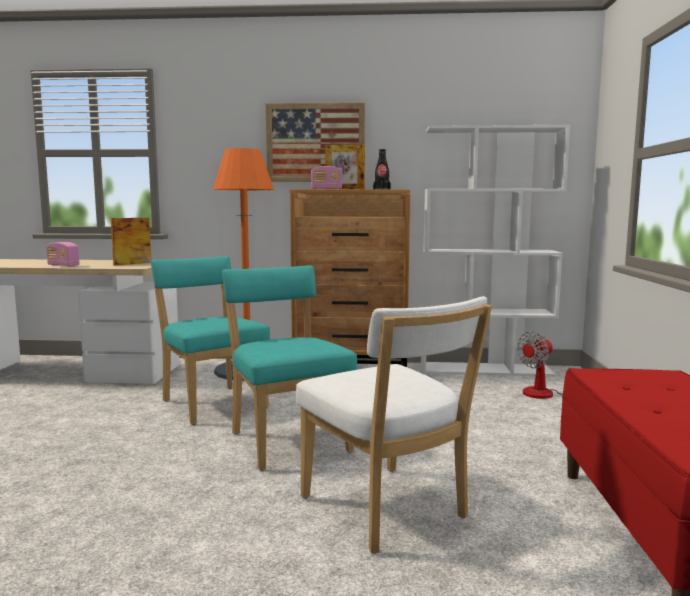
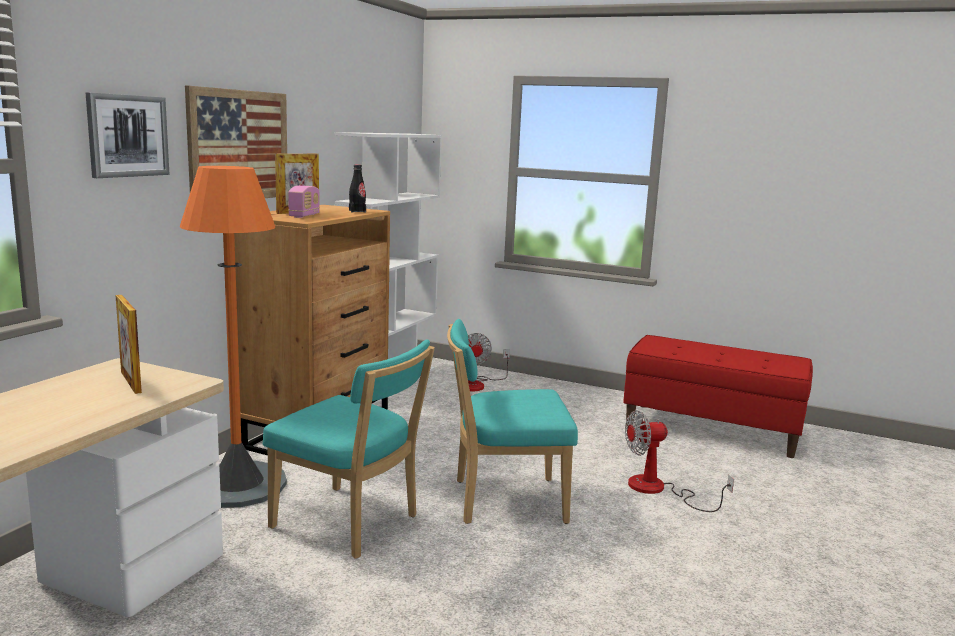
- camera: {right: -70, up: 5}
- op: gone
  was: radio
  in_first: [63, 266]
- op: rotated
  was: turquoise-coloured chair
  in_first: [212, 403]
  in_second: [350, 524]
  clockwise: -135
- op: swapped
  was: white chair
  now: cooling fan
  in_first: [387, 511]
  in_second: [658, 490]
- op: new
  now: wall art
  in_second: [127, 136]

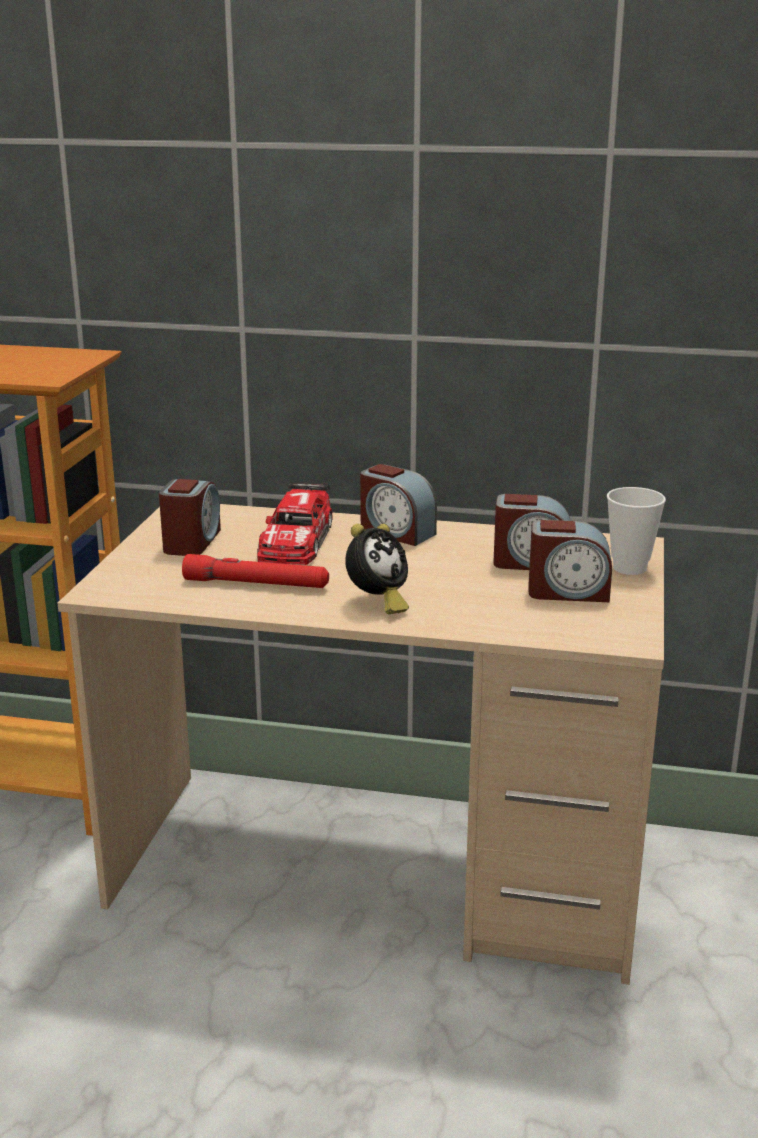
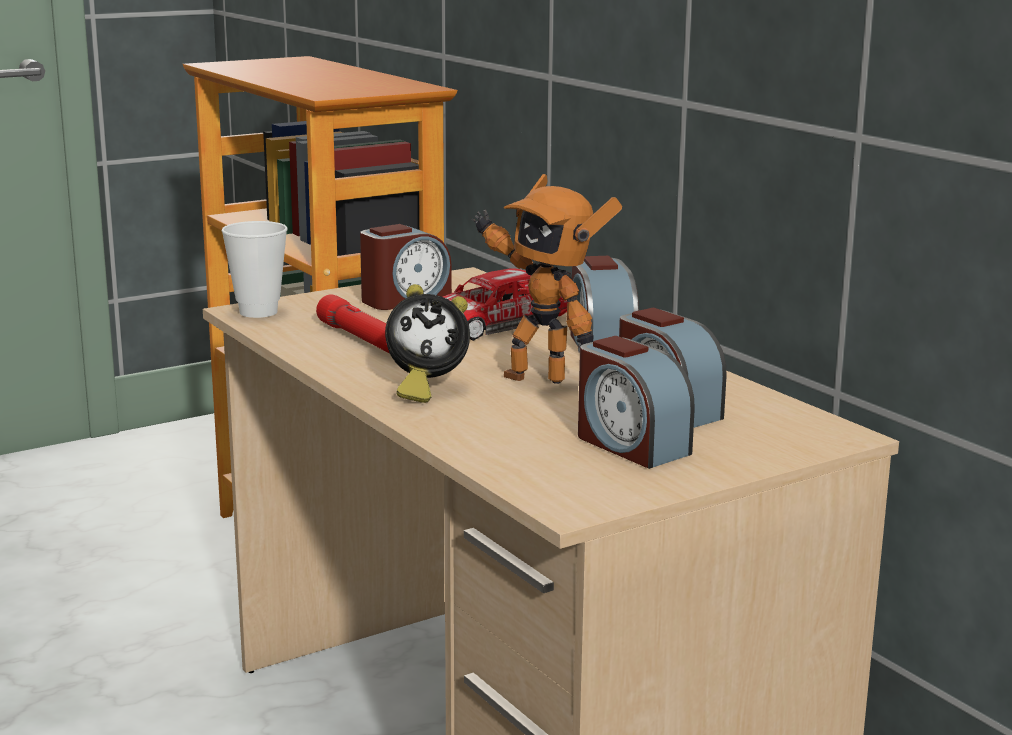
- camera: {right: 45, up: -5}
- op: shifted
  was: small cup
  in_first: [629, 568]
  in_second: [258, 312]
- op: new
  now: robot figure
  in_second: [537, 377]

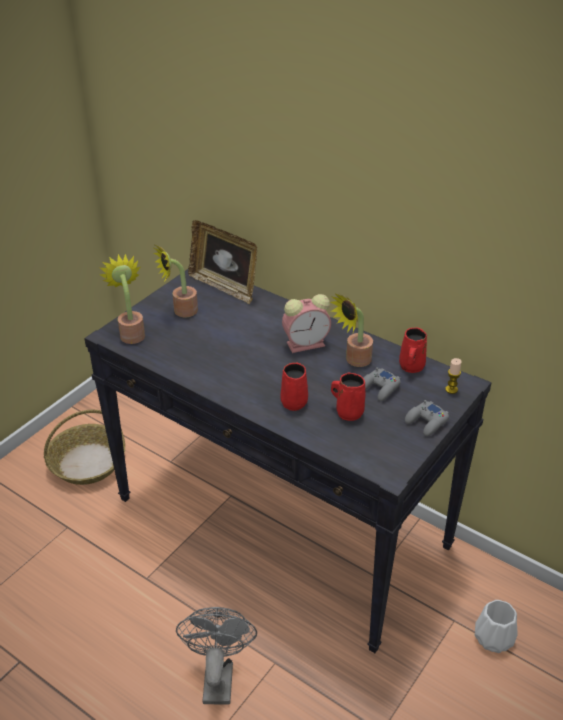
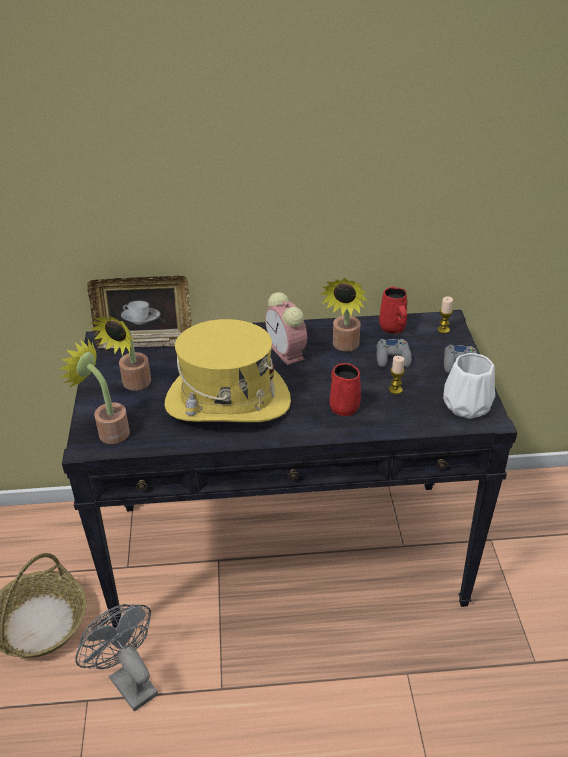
- camera: {right: -40, up: 0}
- op: rotated
  was: table clock
  in_first: [307, 343]
  in_second: [288, 353]
  clockwise: 120
- op: swapped
  was: red mug
  now: candle
  in_first: [348, 412]
  in_second: [395, 390]
- op: shifted
  was: white vase
  in_first: [493, 637]
  in_second: [465, 405]
- op: shifted
  was: greyish cooling fan
  in_first: [217, 676]
  in_second: [128, 681]
- op: new
  now: yellow wearable hat
  in_second: [227, 402]

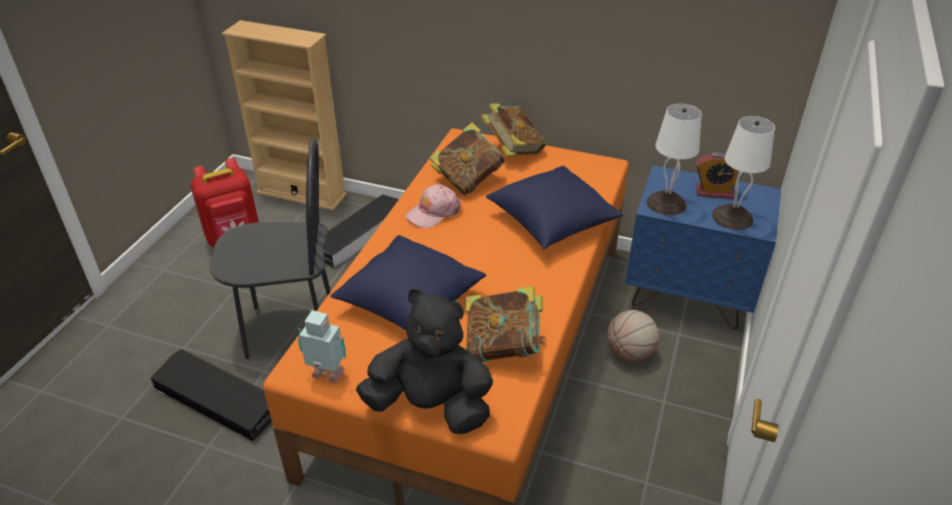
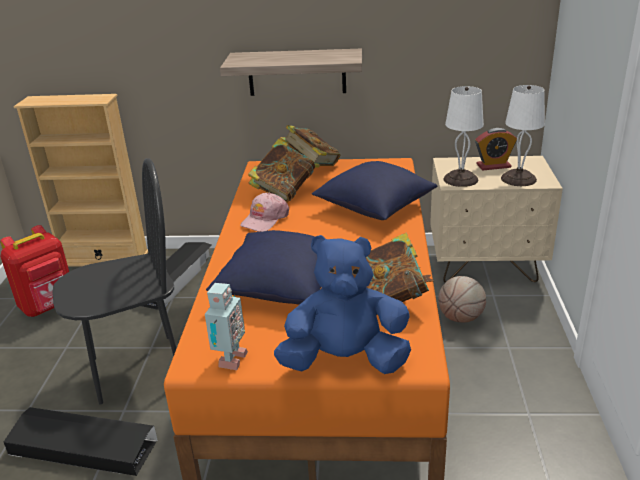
- camera: {right: -15, up: -10}
- op: repainted
  was: blue bedside table
  now: beige-coloured bedside table
  in_first: [688, 296]
  in_second: [485, 266]
- op: repainted
  was: blackish soft toy
  now: blue soft toy
  in_first: [431, 406]
  in_second: [345, 361]
- op: rotated
  was: robot figure
  in_first: [327, 376]
  in_second: [230, 360]
  clockwise: 105
- op: new
  now: shelf
  in_second: [296, 72]

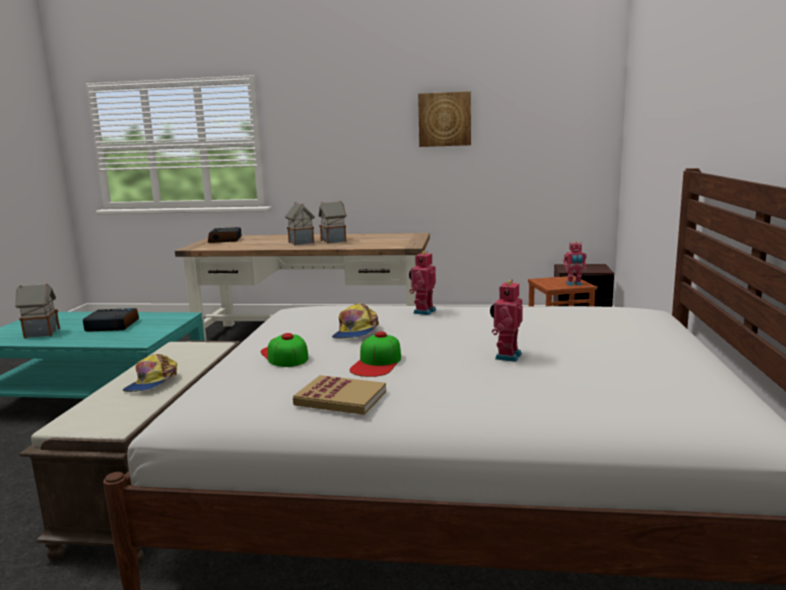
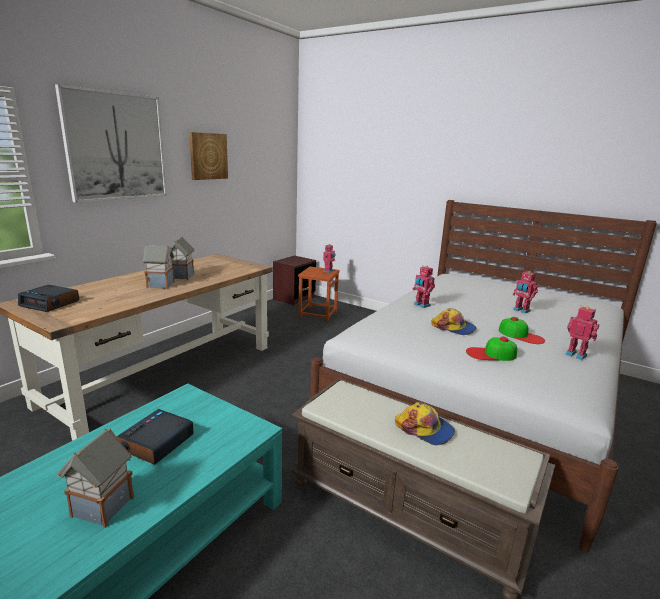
- camera: {right: -65, up: 5}
- op: swapped
  was: book
  now: robot figure
  in_first: [340, 398]
  in_second: [576, 354]
- op: new
  now: wall art
  in_second: [116, 147]

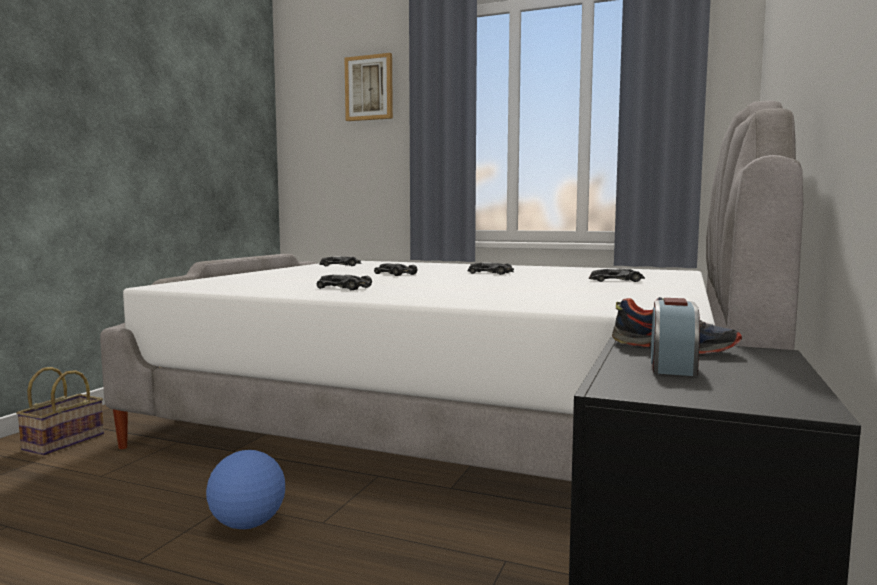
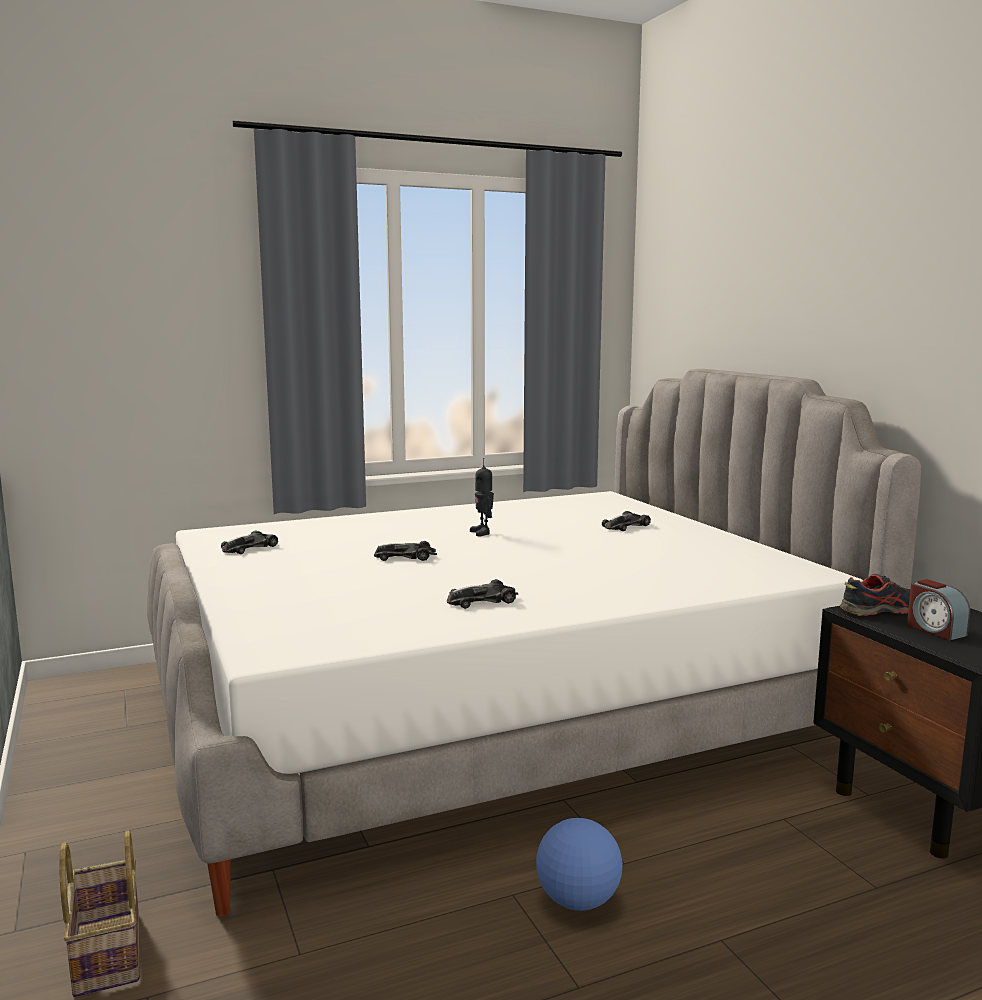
- camera: {right: -45, up: 5}
- op: gone
  was: wall art
  in_first: [369, 88]
- op: swapped
  was: model car
  now: robot figure
  in_first: [490, 273]
  in_second: [482, 532]

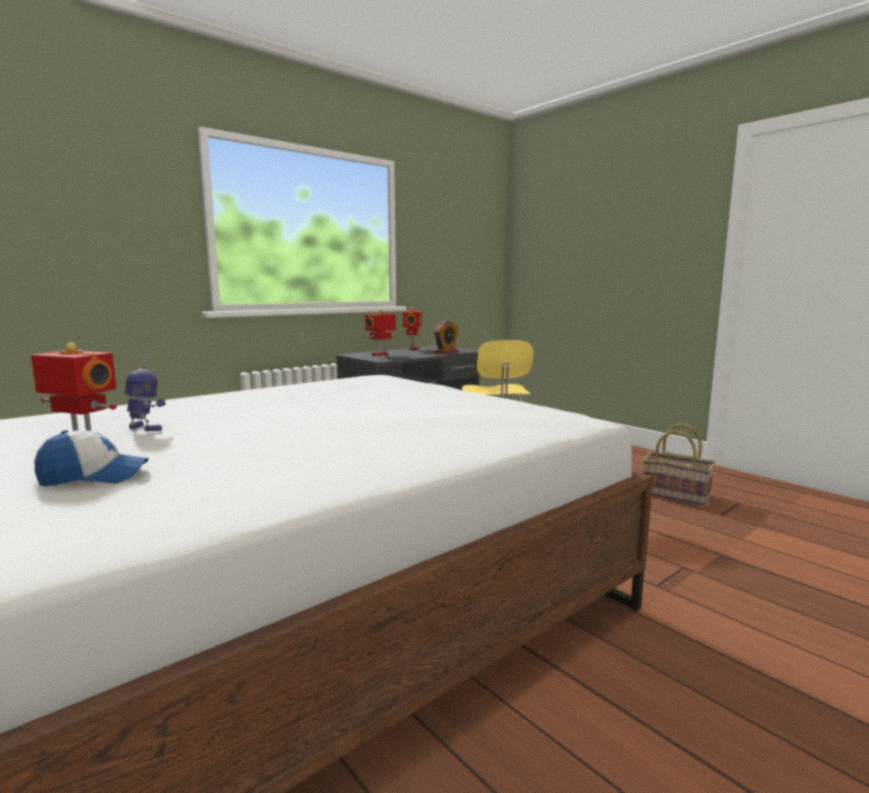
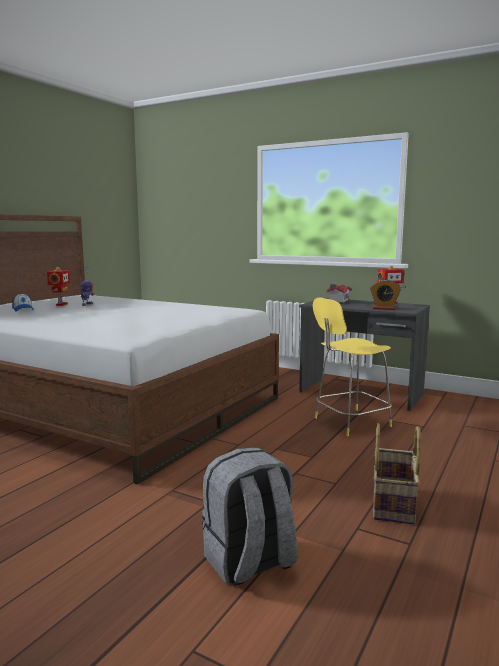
- camera: {right: 70, up: 0}
- op: swapped
  was: robot figure
  now: toy house
  in_first: [381, 354]
  in_second: [338, 302]
- op: new
  now: greyish knapsack
  in_second: [249, 563]

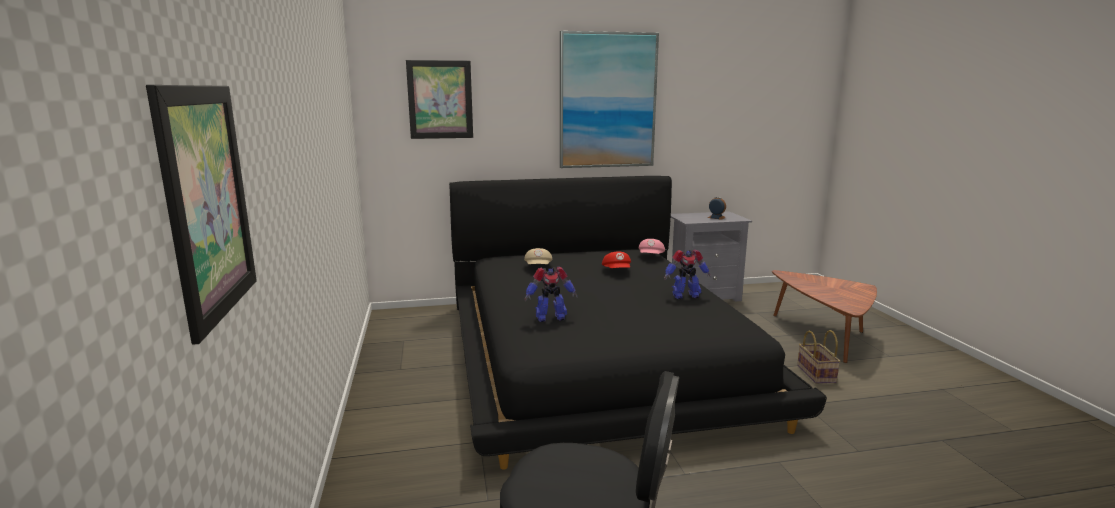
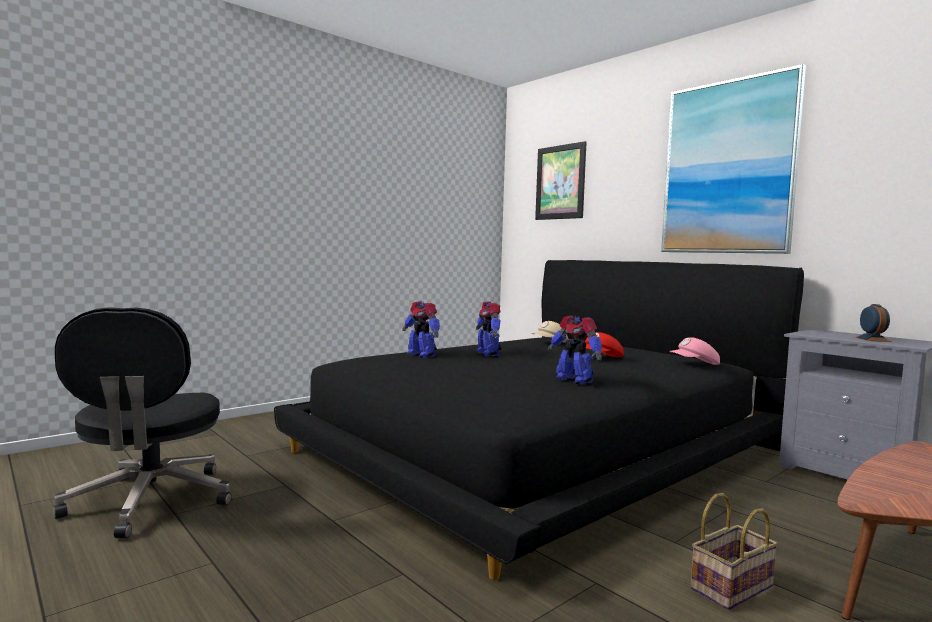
- camera: {right: 60, up: -10}
- op: gone
  was: wall art
  in_first: [208, 202]
- op: new
  now: robot figure
  in_second: [488, 353]

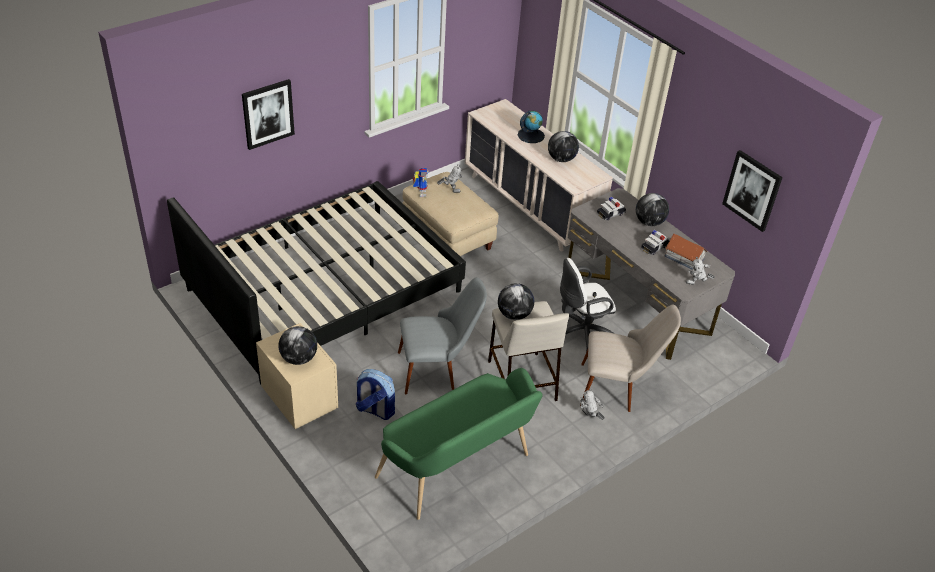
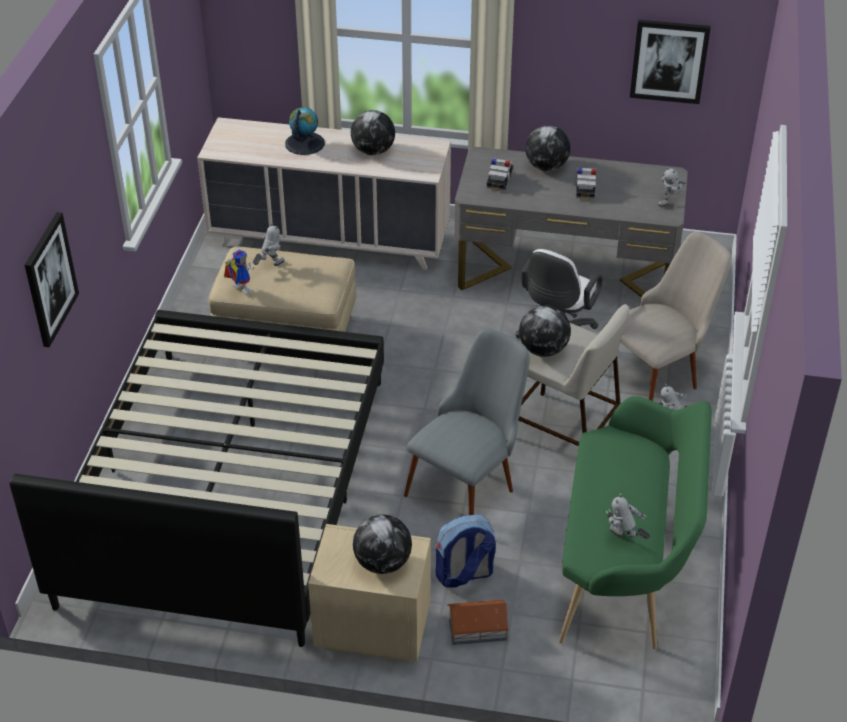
- camera: {right: -40, up: 0}
- op: shifted
  was: toy house
  in_first: [684, 257]
  in_second: [476, 628]
- op: new
  now: robot figure
  in_second: [624, 539]

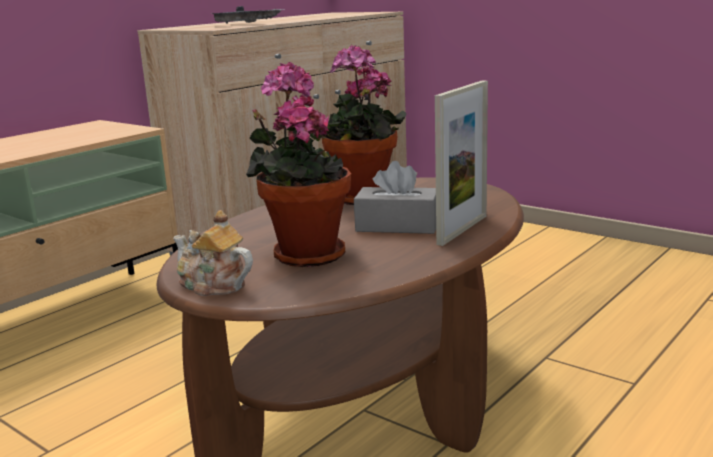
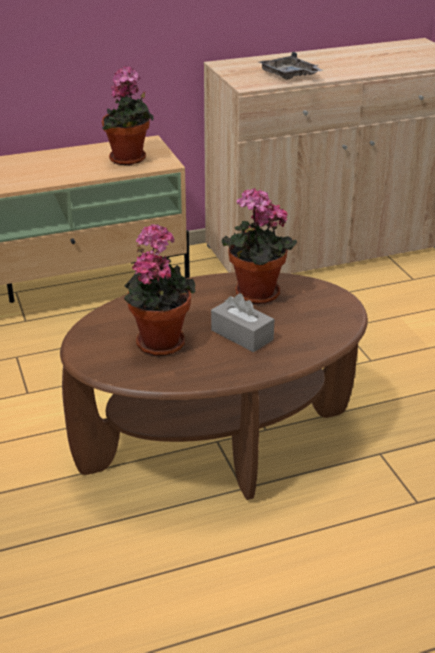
- camera: {right: 30, up: 15}
- op: gone
  was: picture frame
  in_first: [462, 229]
- op: gone
  was: pot for tea
  in_first: [213, 285]
- op: new
  now: plant in a pot
  in_second: [129, 160]

